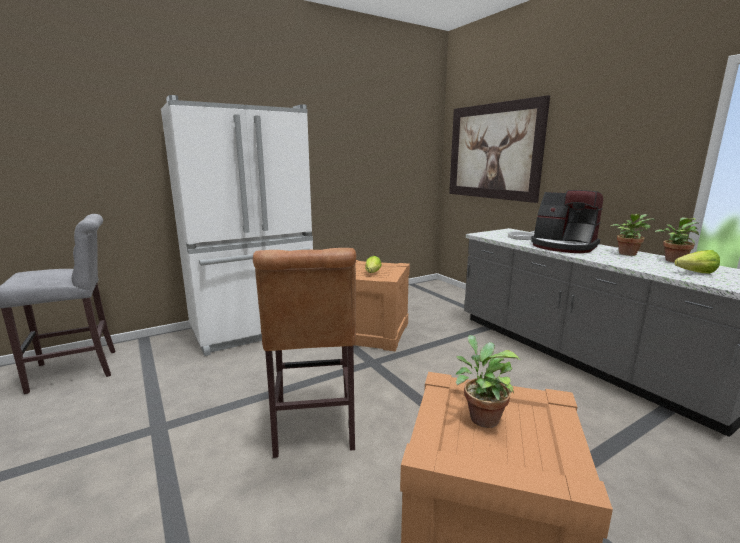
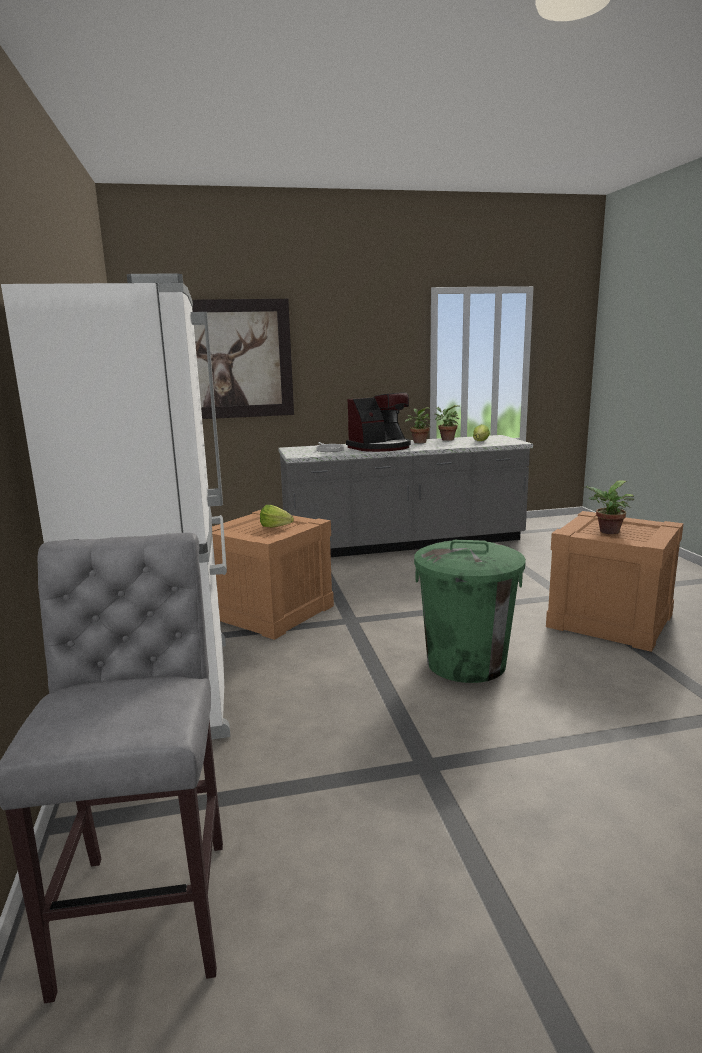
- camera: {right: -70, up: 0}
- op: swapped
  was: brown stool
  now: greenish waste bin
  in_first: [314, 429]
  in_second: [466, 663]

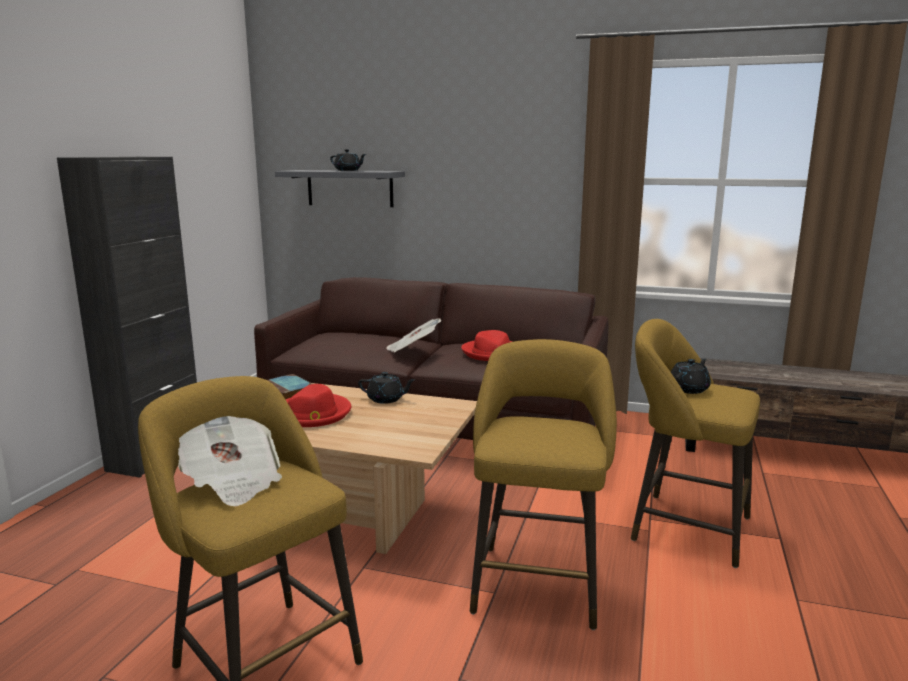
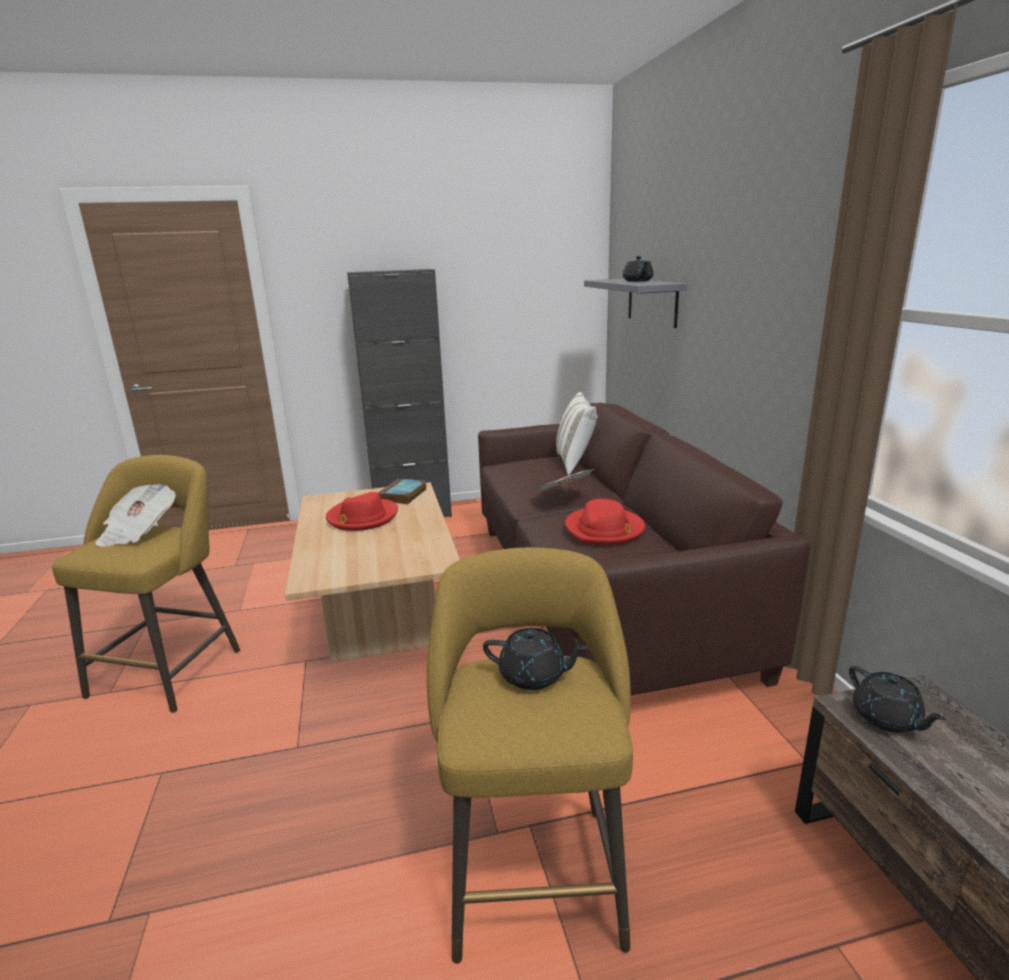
- camera: {right: 60, up: 5}
- op: gone
  was: yellow stool
  in_first: [537, 580]
- op: shifted
  was: blackish pot for tea
  in_first: [386, 399]
  in_second: [887, 718]
- op: new
  now: white pillow
  in_second: [575, 463]

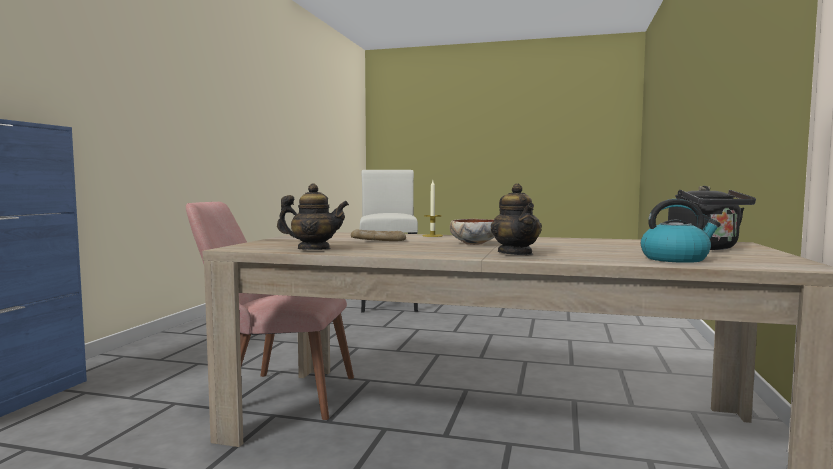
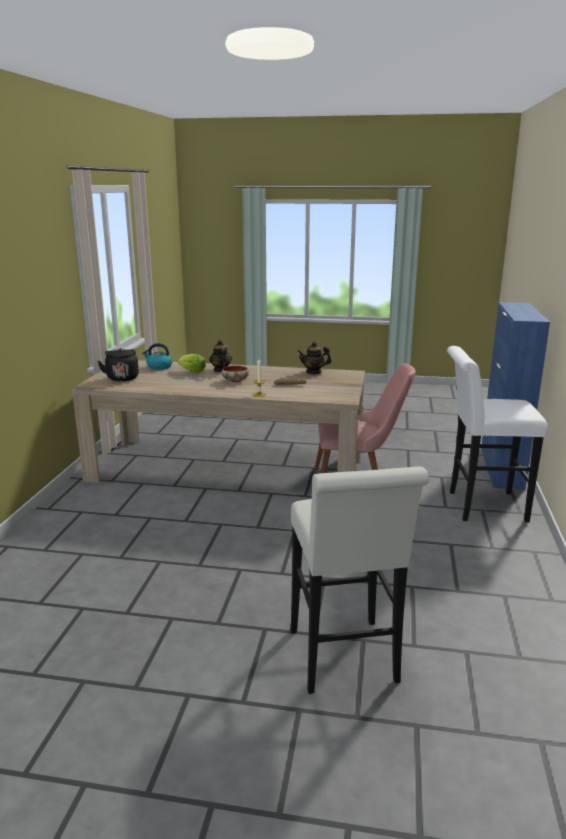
- camera: {right: 175, up: 15}
- op: new
  now: white stool
  in_second: [480, 506]
- op: new
  now: head of lettuce
  in_second: [192, 371]

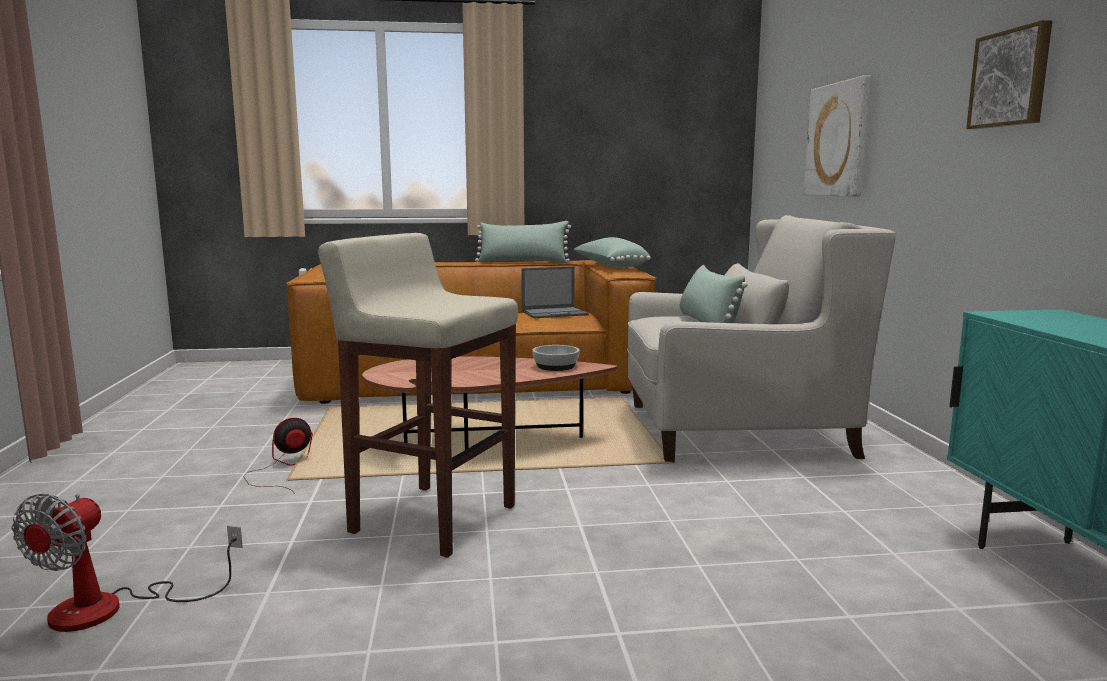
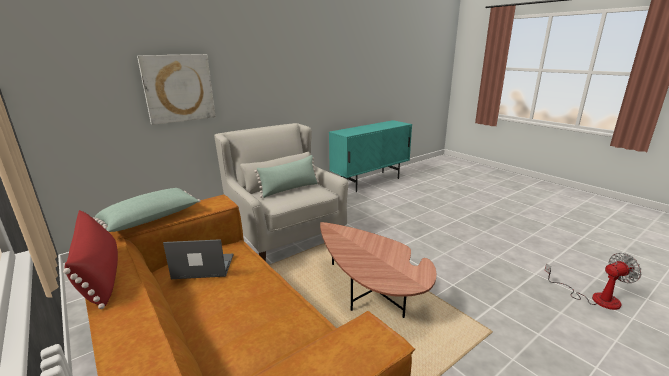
- camera: {right: -120, up: 10}
- op: gone
  was: wall art
  in_first: [1011, 78]
- op: repainted
  was: greenish pillow
  now: red pillow
  in_first: [523, 262]
  in_second: [100, 275]
- op: gone
  was: beige-coloured stool
  in_first: [432, 518]
- op: rotated
  was: laptop
  in_first: [555, 313]
  in_second: [203, 267]
  clockwise: -45
- op: gone
  was: bowl
  in_first: [556, 366]
- op: gone
  was: cooling fan
  in_first: [284, 467]

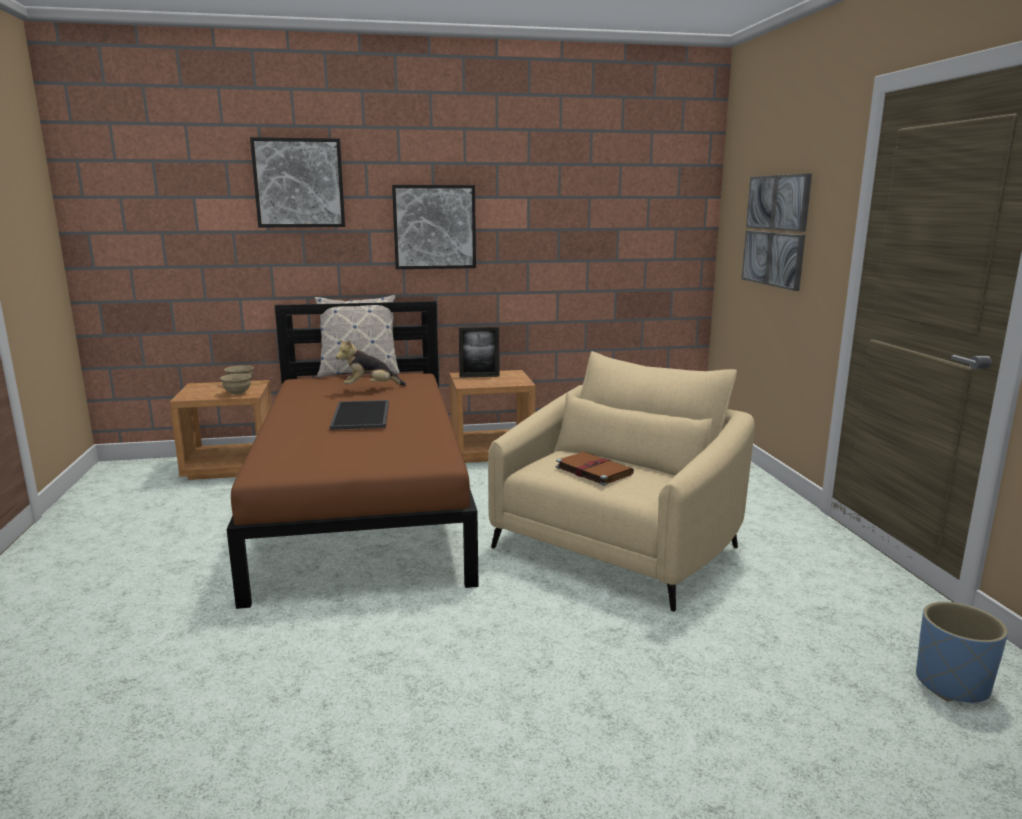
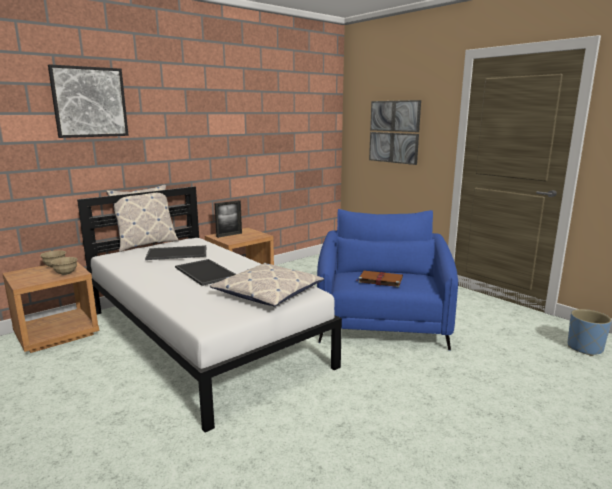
- camera: {right: -30, up: 0}
- op: gone
  was: wall art
  in_first: [434, 227]
- op: repainted
  was: brown bedroom bed
  now: white bedroom bed
  in_first: [364, 505]
  in_second: [202, 337]
- op: swapped
  was: soft toy
  now: tray
  in_first: [370, 388]
  in_second: [178, 253]
- op: repainted
  was: beige-coloured easy chair
  now: blue easy chair
  in_first: [617, 547]
  in_second: [382, 324]
- op: new
  now: pillow
  in_second: [268, 293]

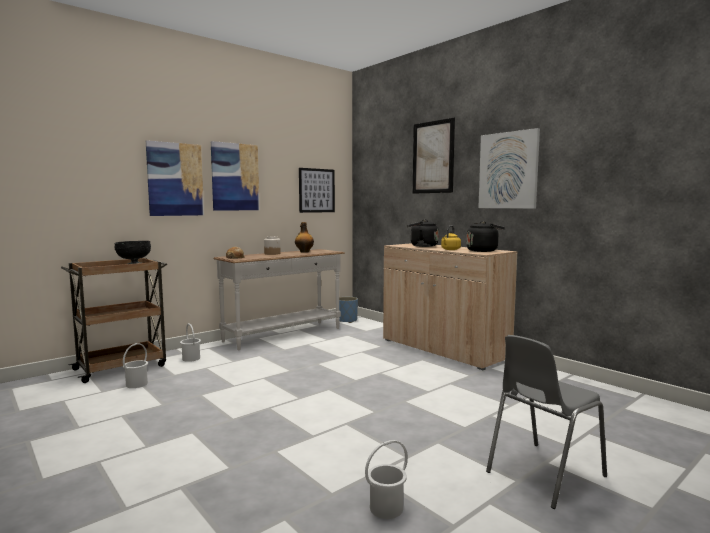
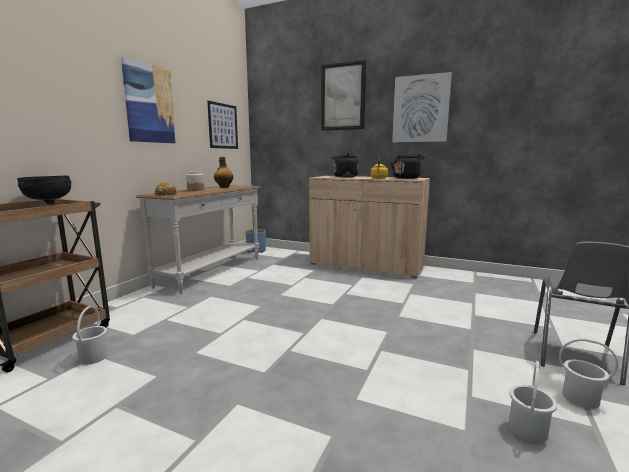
- camera: {right: -25, up: 5}
- op: gone
  was: wall art
  in_first: [175, 179]
- op: shifted
  was: white bucket
  in_first: [191, 358]
  in_second: [581, 399]

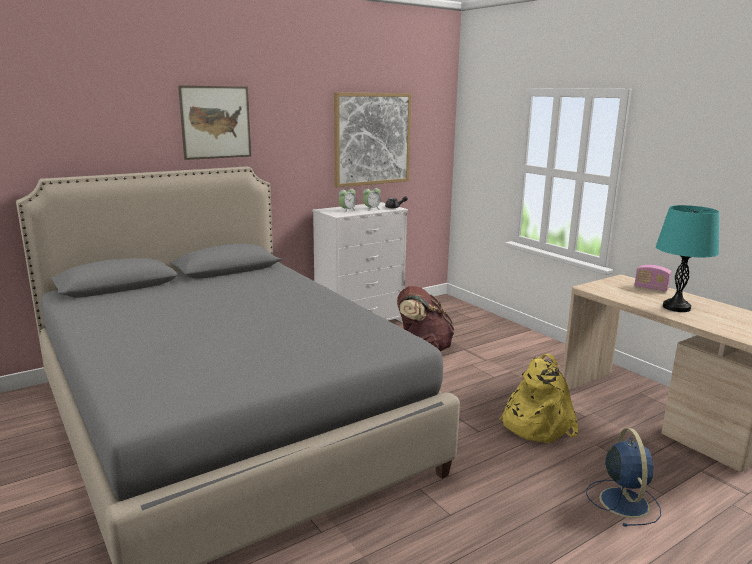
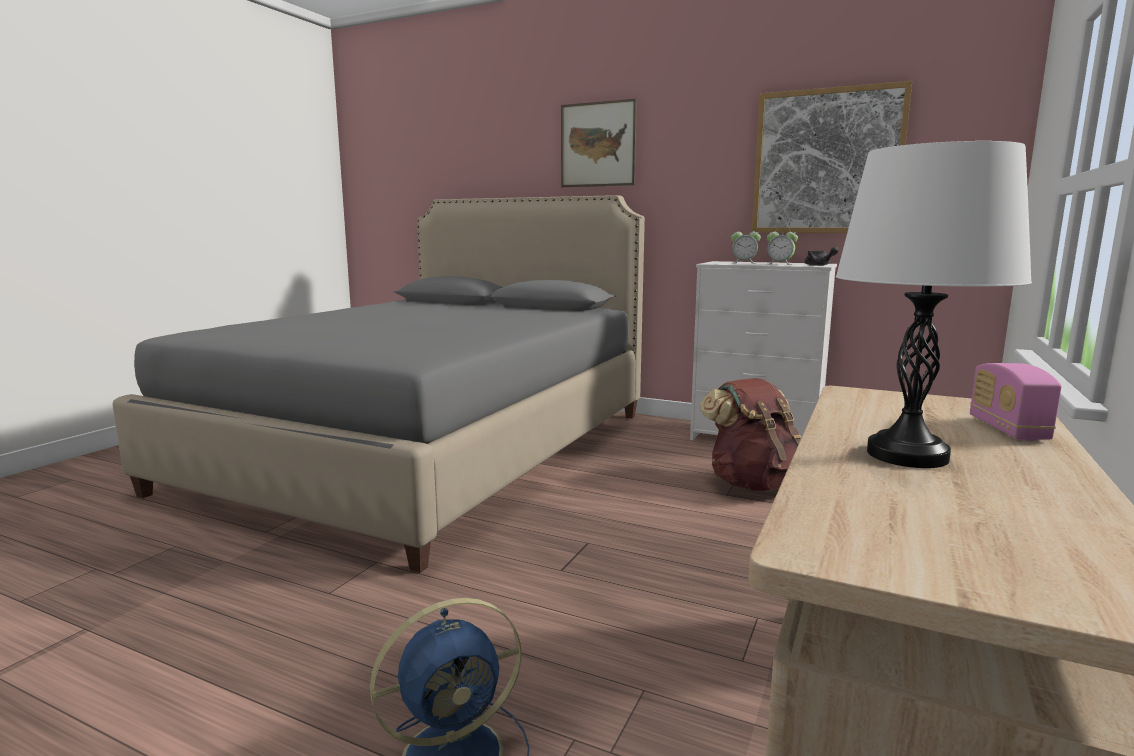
- camera: {right: 60, up: -5}
- op: repainted
  was: turquoise-coloured table lamp
  now: white table lamp
  in_first: [676, 307]
  in_second: [906, 455]
- op: gone
  was: yellow knapsack
  in_first: [534, 424]

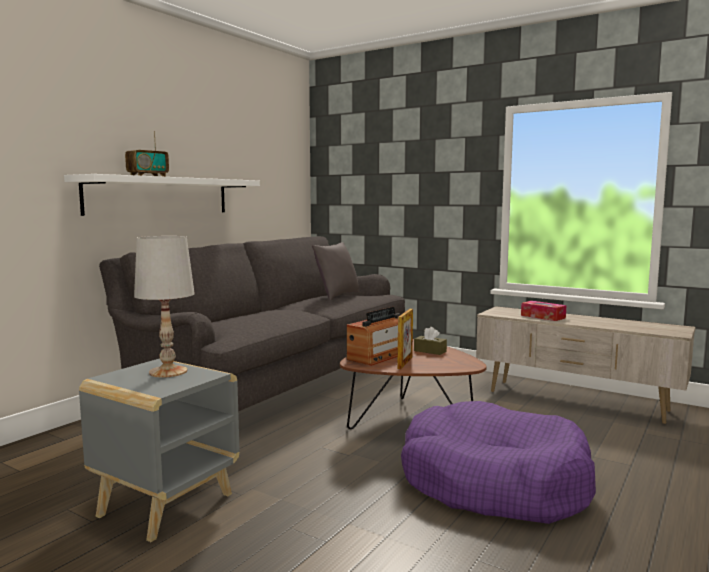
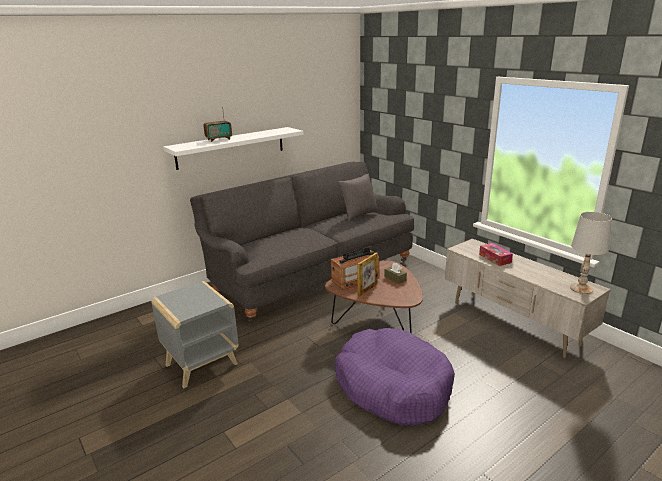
- camera: {right: 20, up: 15}
- op: shifted
  was: white table lamp
  in_first: [168, 371]
  in_second: [581, 288]

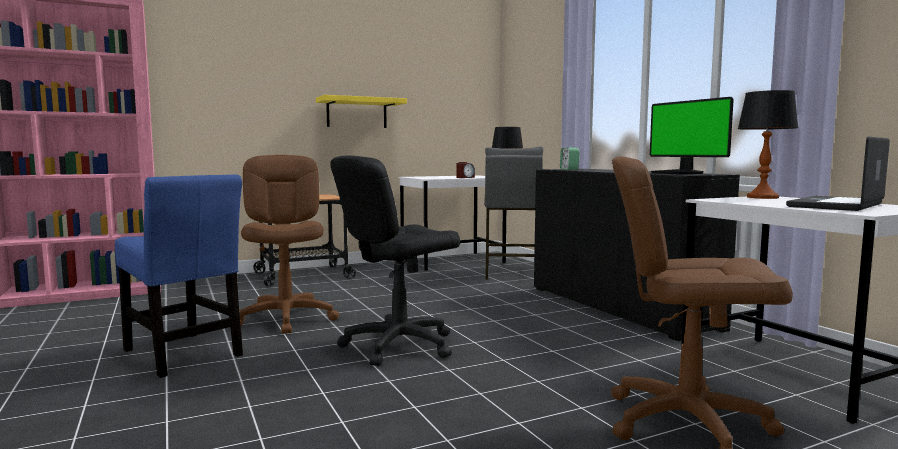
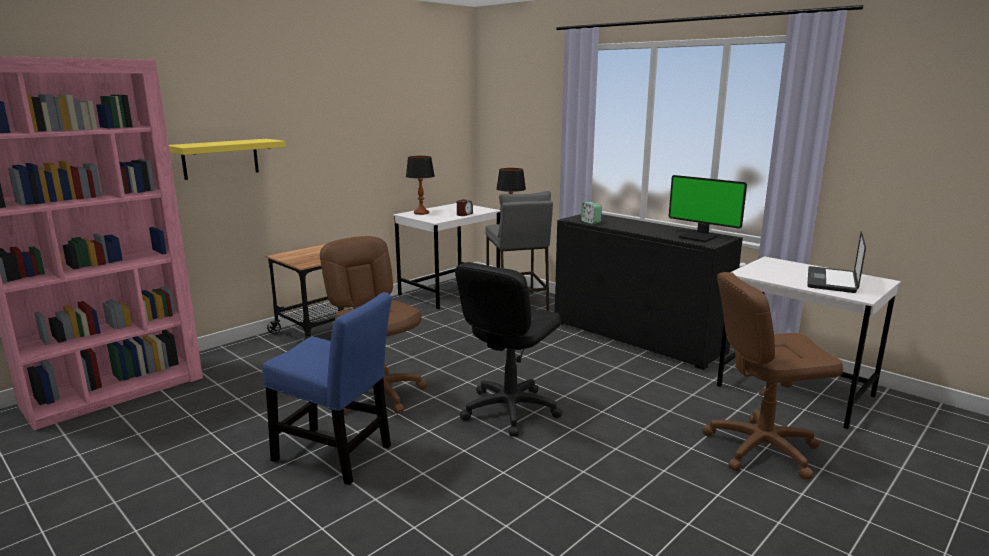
- camera: {right: -20, up: 10}
- op: shifted
  was: table lamp
  in_first: [762, 197]
  in_second: [421, 213]
- op: shifted
  was: yellow shelf
  in_first: [357, 113]
  in_second: [220, 158]

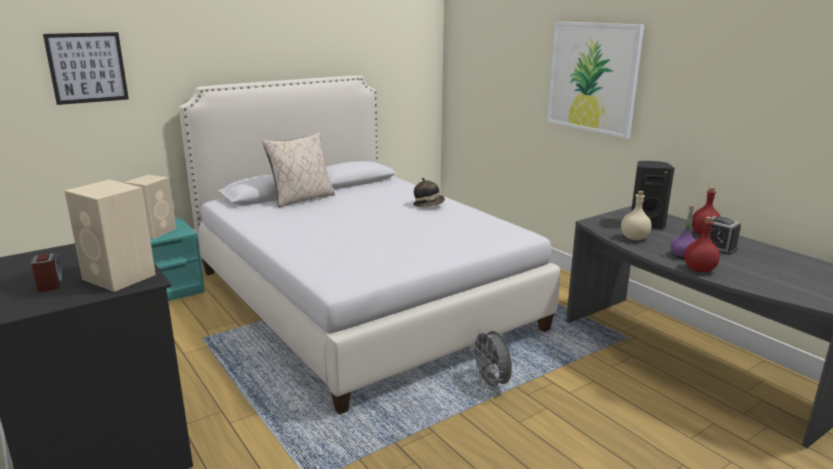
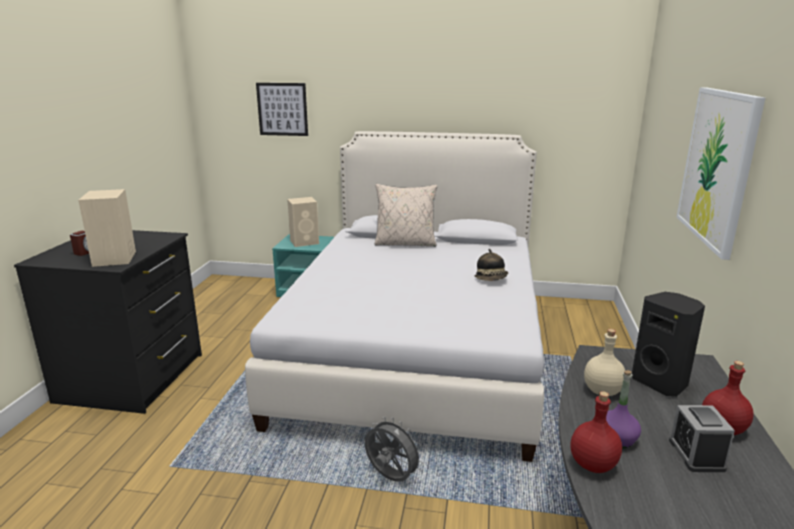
- camera: {right: 45, up: 0}
- op: rotated
  was: greyish cooling fan
  in_first: [491, 384]
  in_second: [390, 478]
  clockwise: 105

